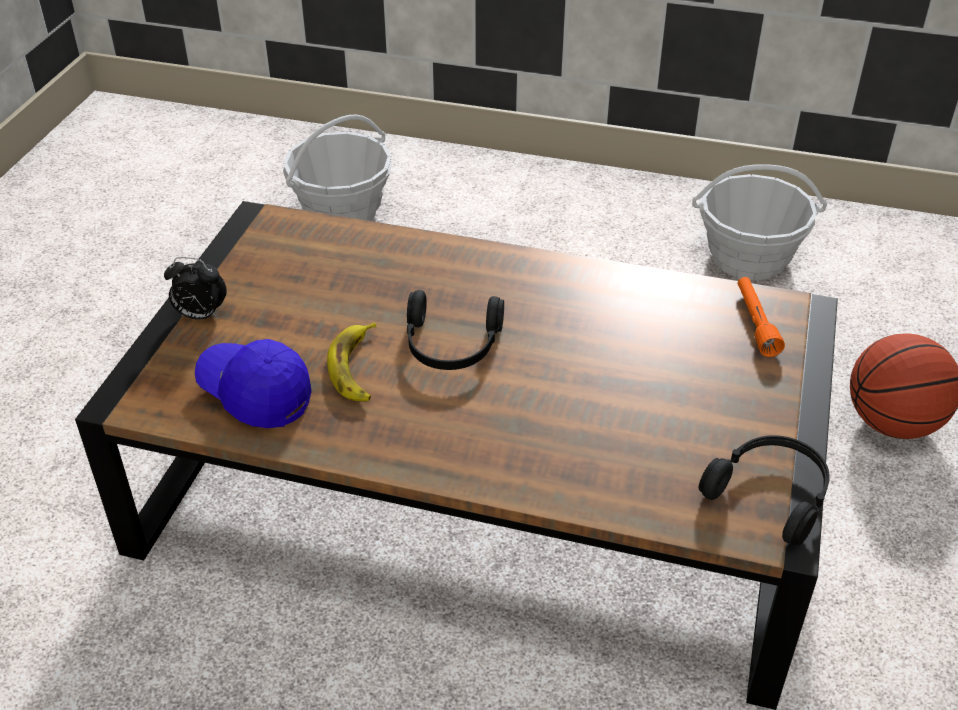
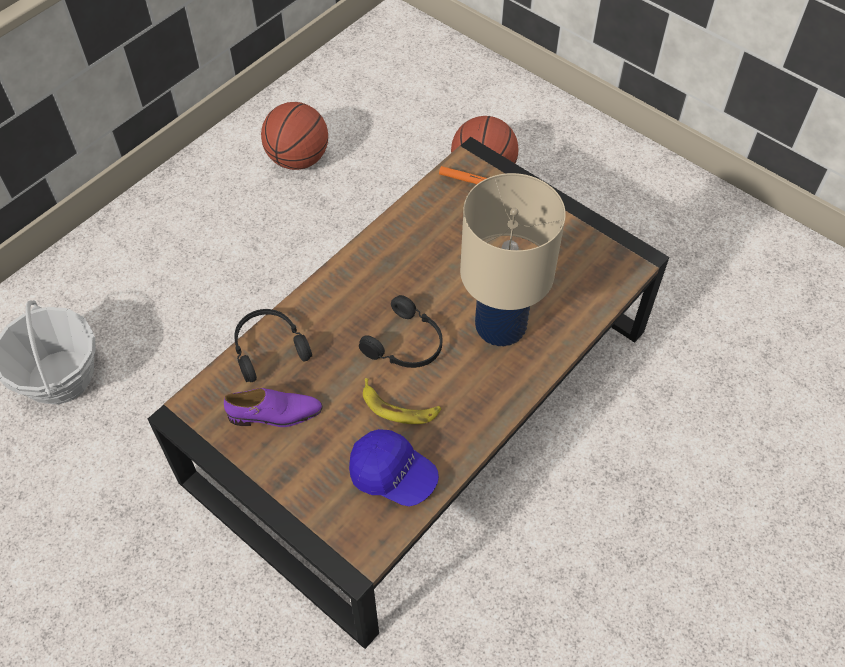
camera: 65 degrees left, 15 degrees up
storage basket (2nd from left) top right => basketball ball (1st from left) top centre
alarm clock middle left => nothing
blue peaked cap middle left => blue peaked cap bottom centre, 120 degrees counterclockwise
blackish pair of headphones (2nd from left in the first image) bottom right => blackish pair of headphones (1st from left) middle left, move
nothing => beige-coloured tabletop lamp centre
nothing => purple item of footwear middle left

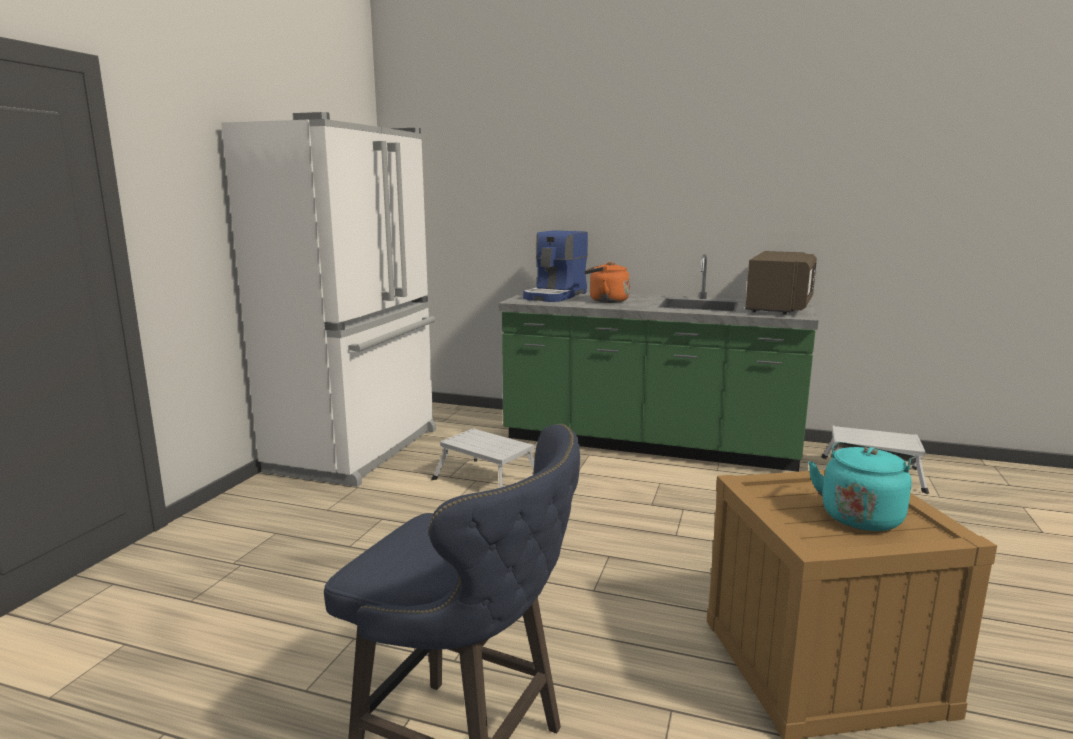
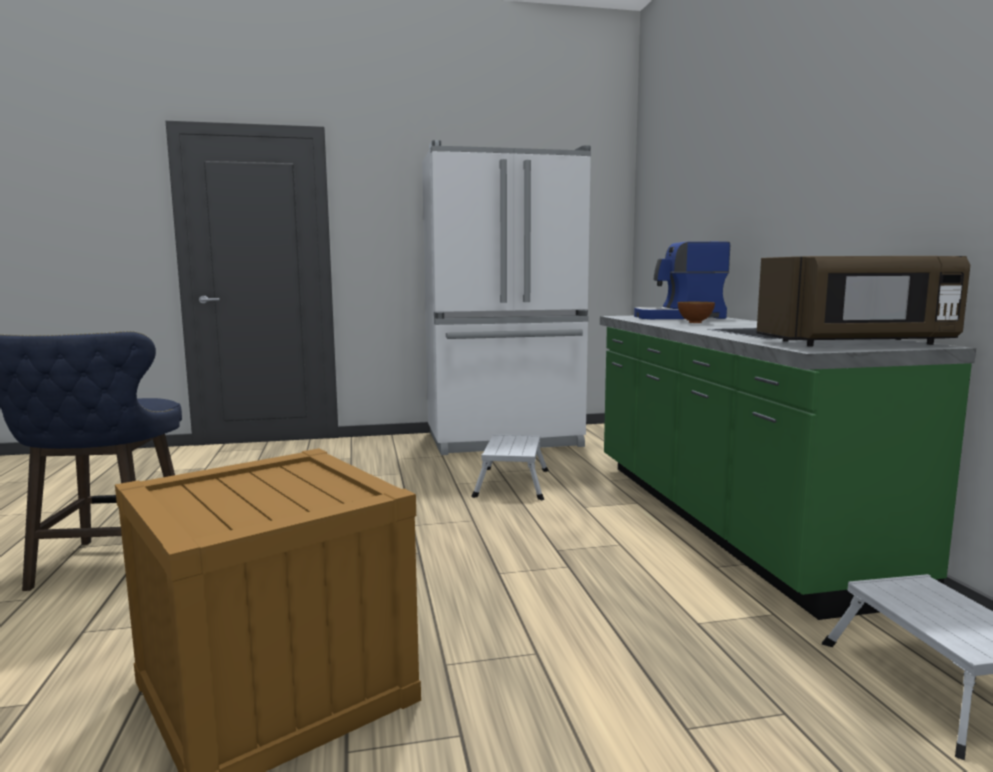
camera: 60 degrees right, 5 degrees down
orange-coloured water kettle centre => deep dish middle right
turquoise-coloured water kettle middle right => nothing

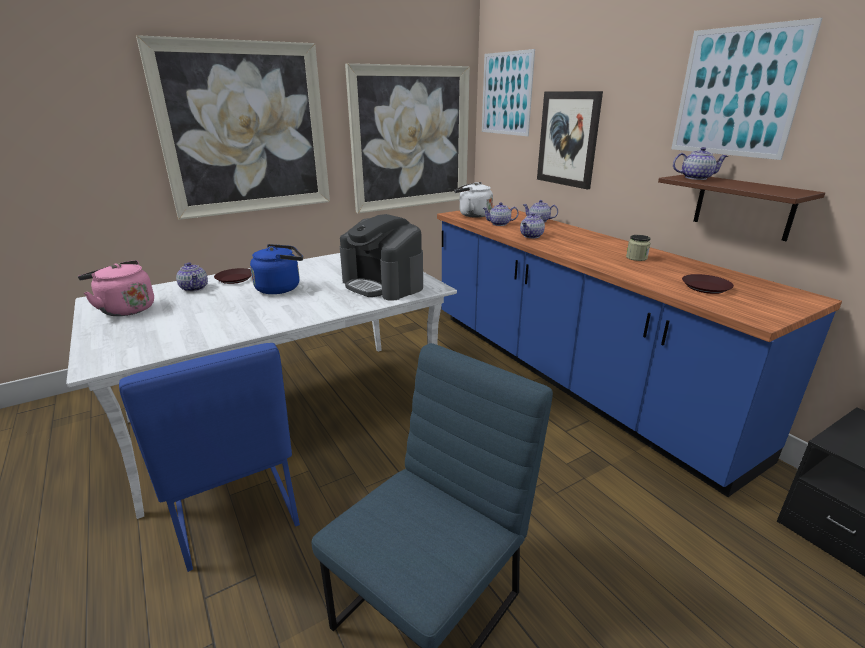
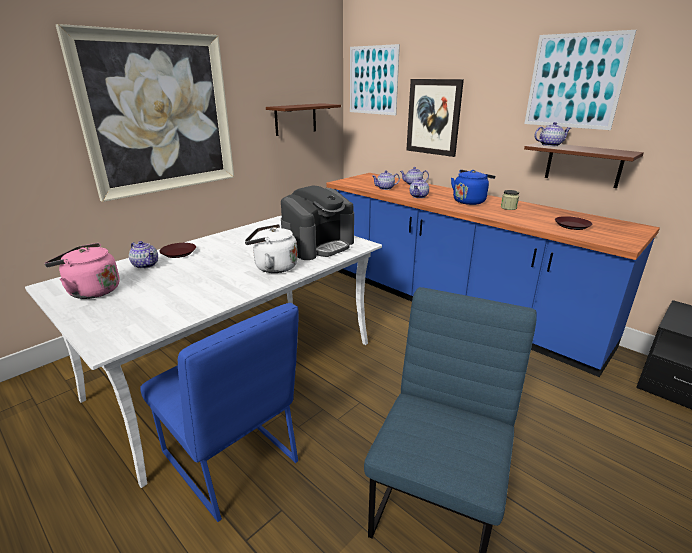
camera: 15 degrees left, 0 degrees up
wall art (2nd from left) top centre => brown-coloured wall shelf (1st from left) top centre
white water kettle top centre => white water kettle centre, move
coffee maker centre, 75 degrees counterclockwise
blue water kettle middle left => blue water kettle middle right, move

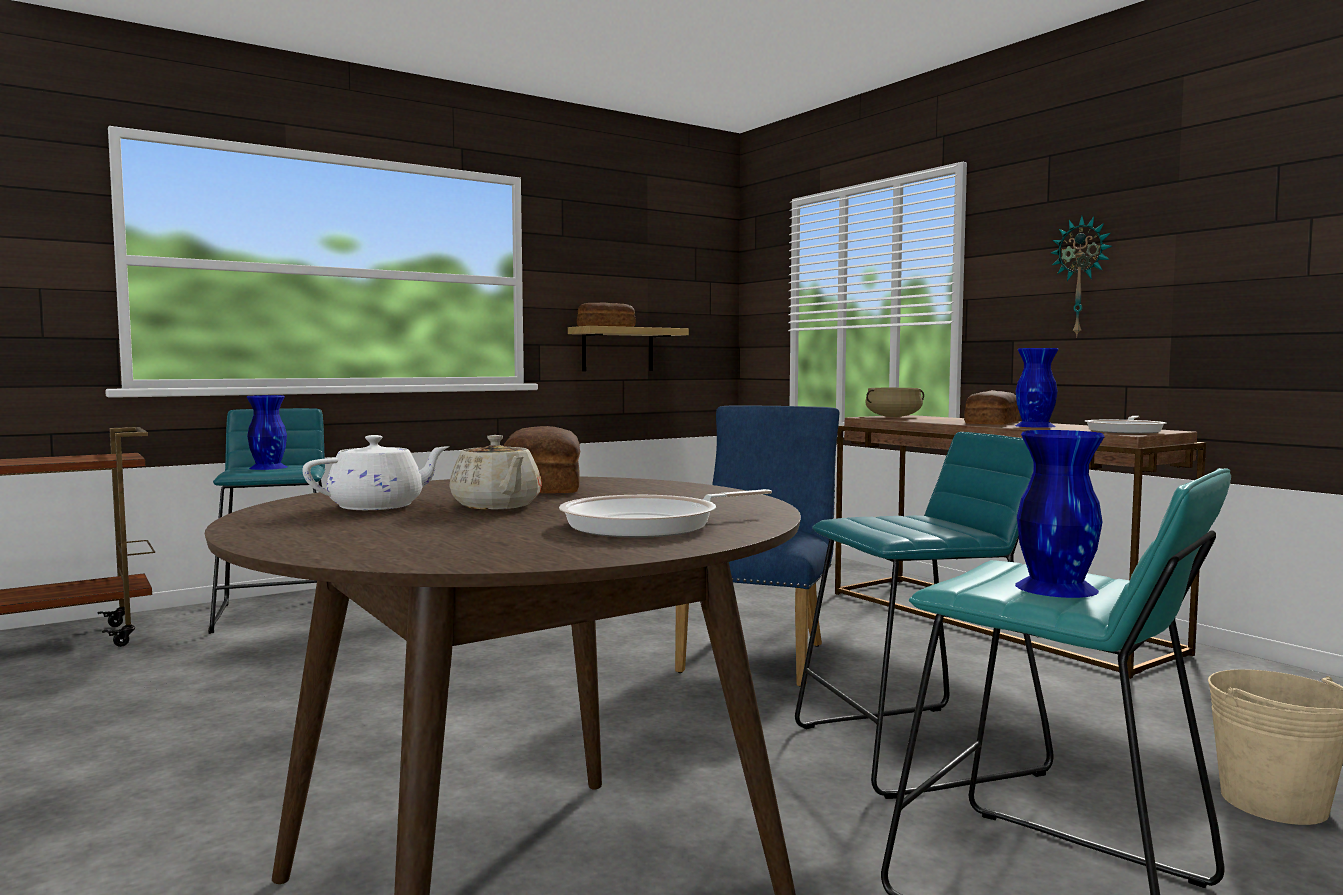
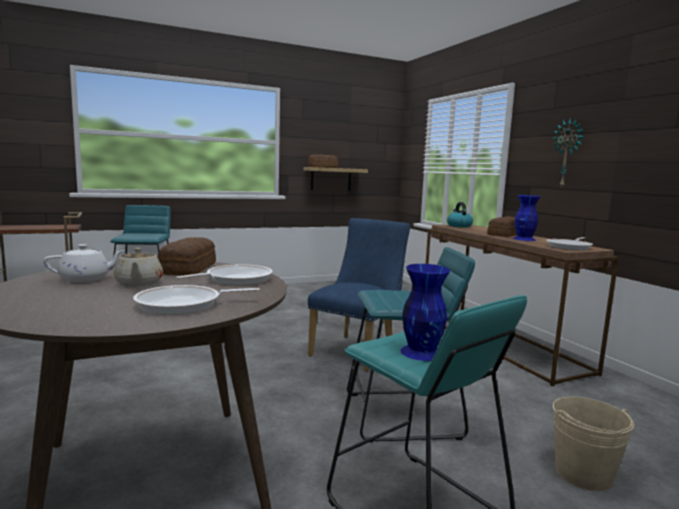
camera: 10 degrees right, 5 degrees up
beige-coloured stockpot centre => water kettle middle right
blue flower vase (1st from left) middle left => nothing
nothing => skillet (2nd from left) middle left

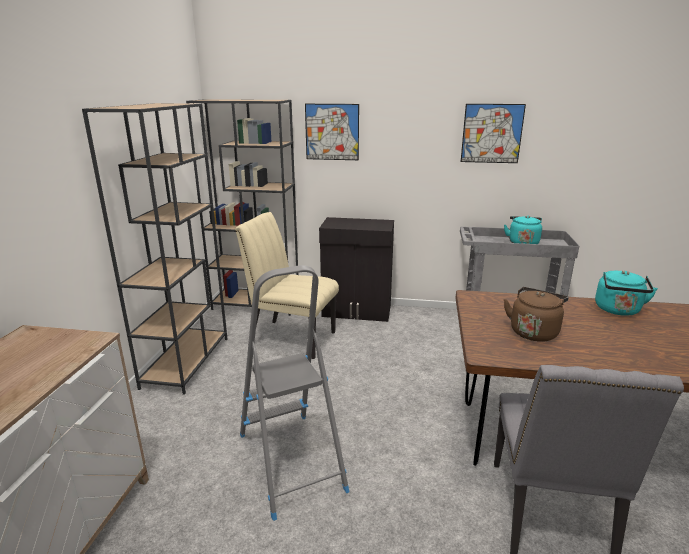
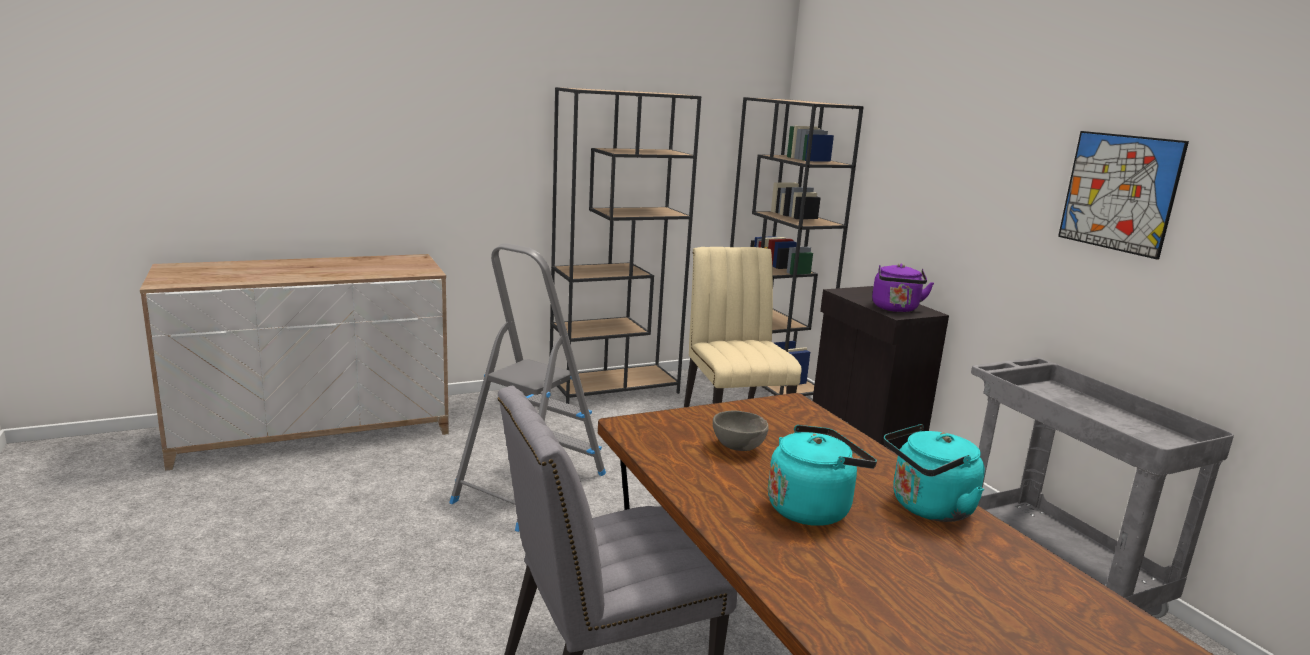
camera: 55 degrees right, 5 degrees down
wall art (1st from left) top centre => nothing
turquoise-coloured water kettle (1st from left) middle right => turquoise-coloured water kettle (1st from left) bottom centre, move
brown-coloured water kettle middle right => gray deep dish centre
nothing => purple water kettle middle right

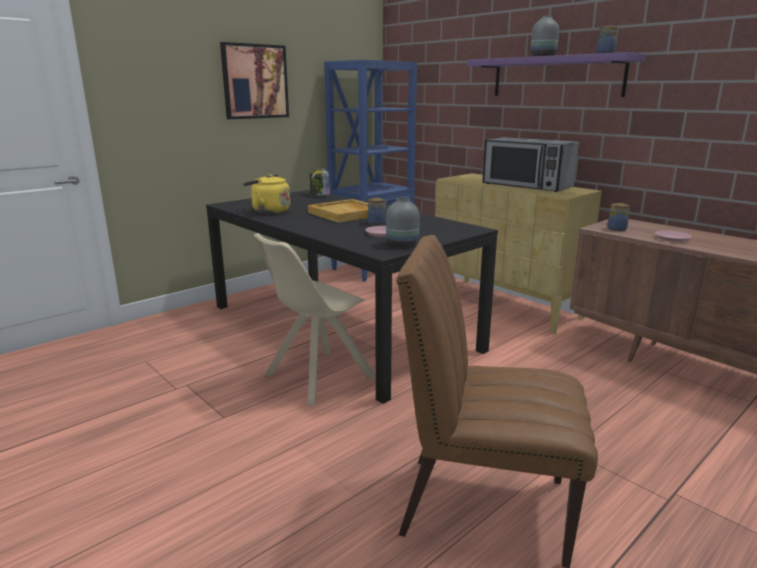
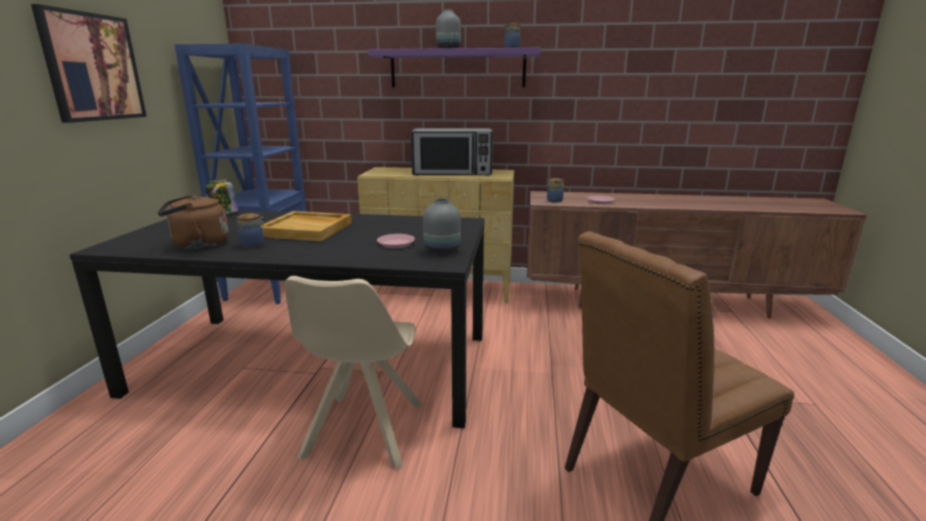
camera: 40 degrees left, 0 degrees up
yellowish water kettle centre => brown-coloured water kettle middle left
storage jar (2nd from left) centre => storage jar (2nd from left) middle left, move

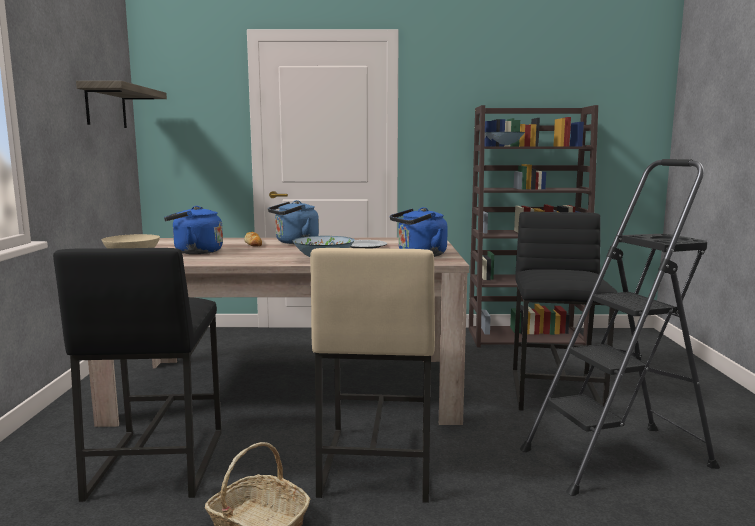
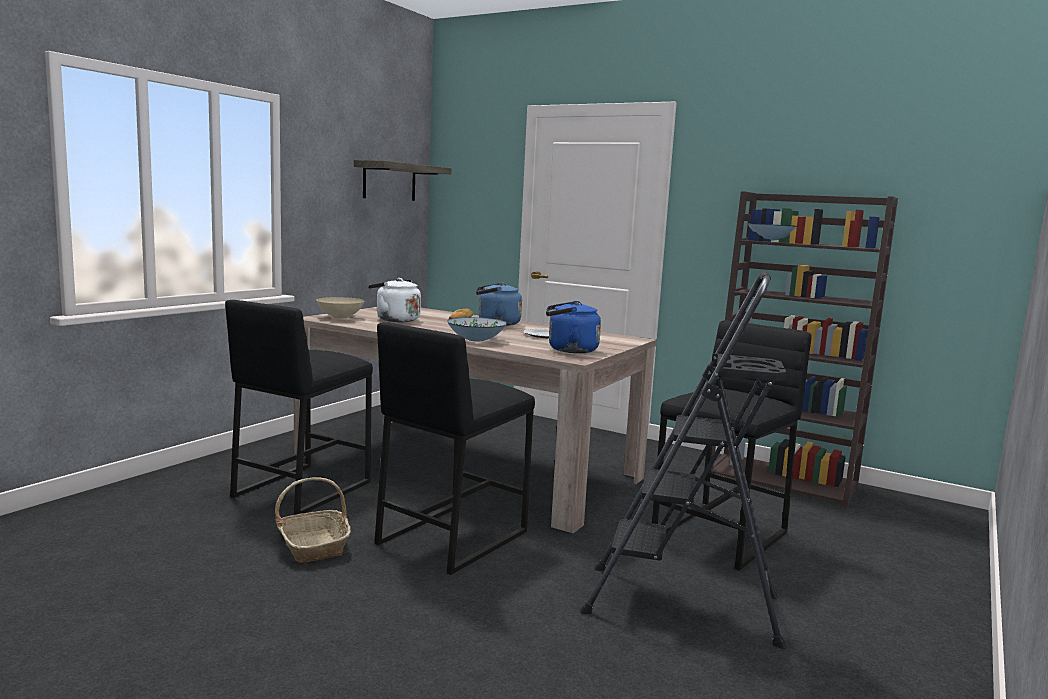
camera: 30 degrees right, 0 degrees up
blue water kettle (1st from left) middle left => white water kettle centre
beige-coloured stool seat bottom centre => blackish stool seat (2nd from left) centre

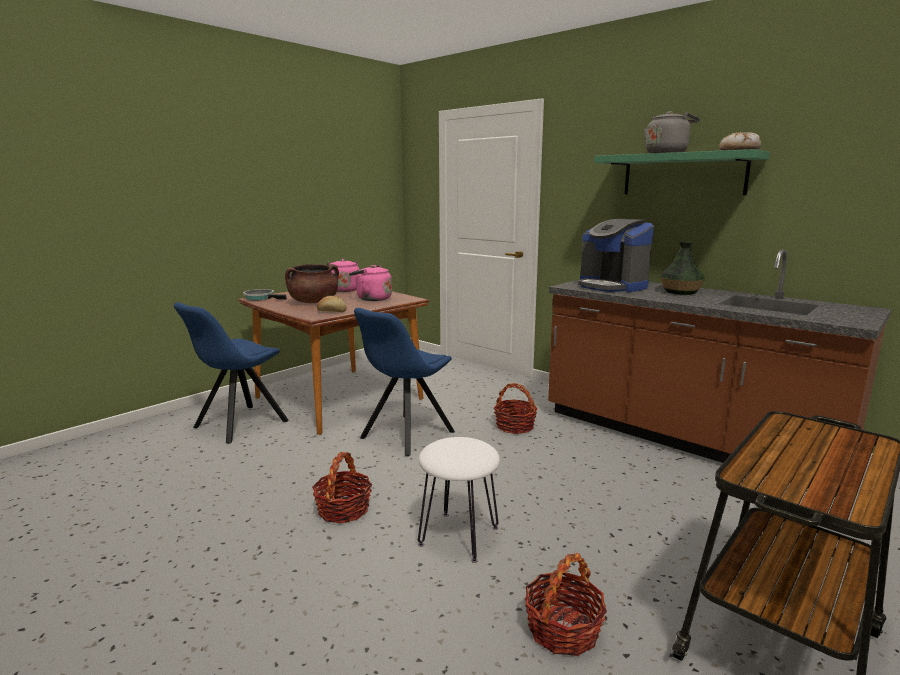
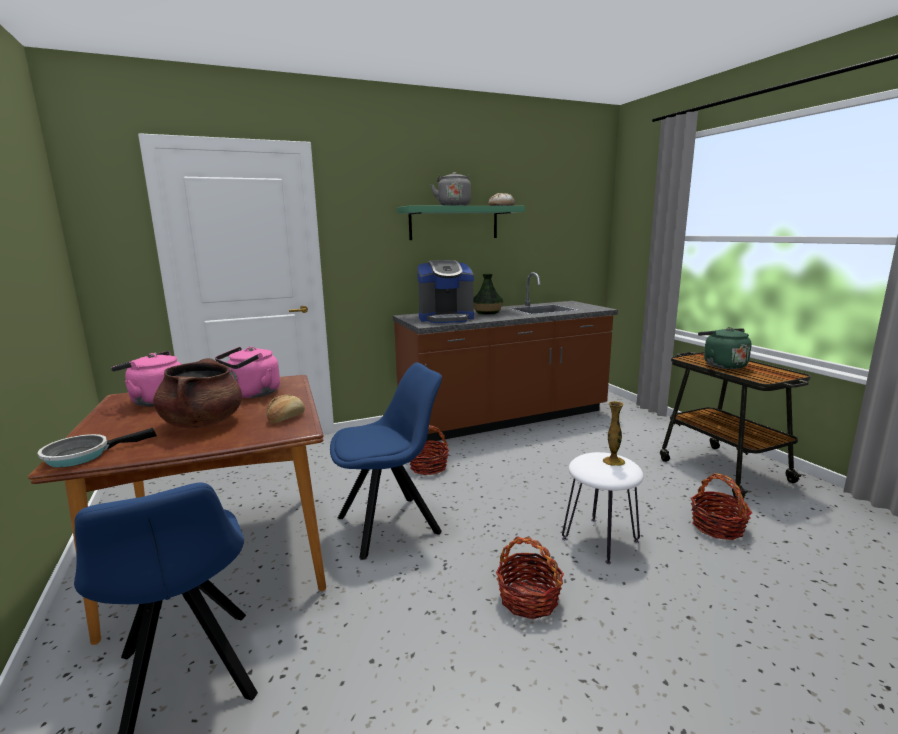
camera: 65 degrees left, 0 degrees up
blue plain chair (2nd from left) centre, 90 degrees counterclockwise
nothing => green water kettle middle right
nothing => flower vase (2nd from left) middle right

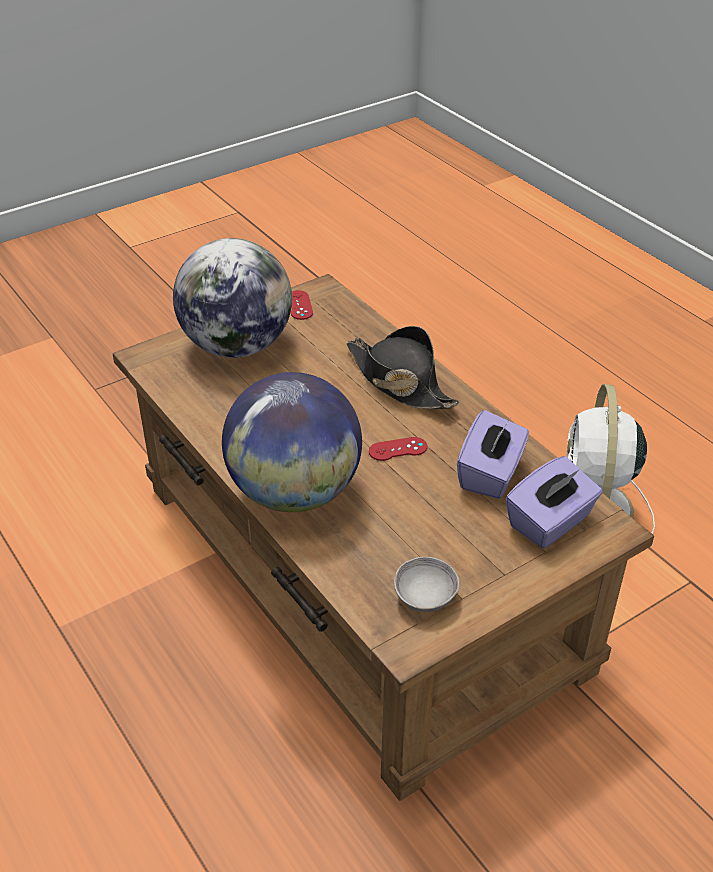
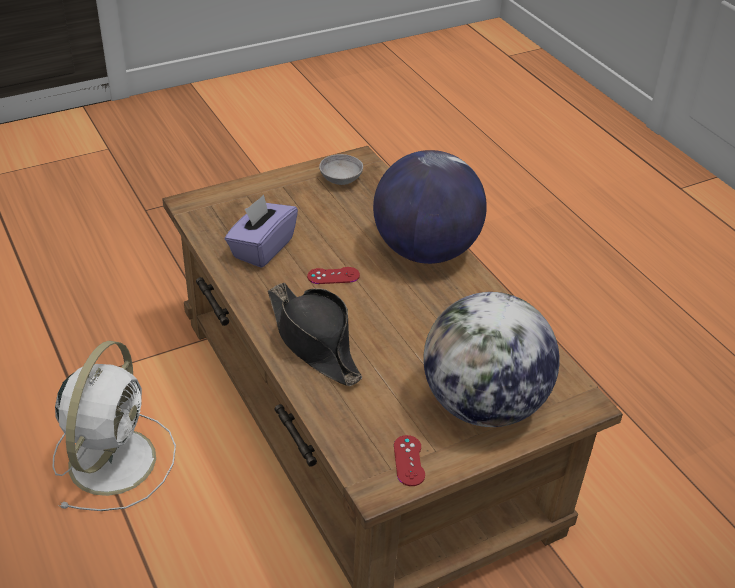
camera: 175 degrees left, 0 degrees up
purple tissue holder (2nd from left) middle right => nothing

